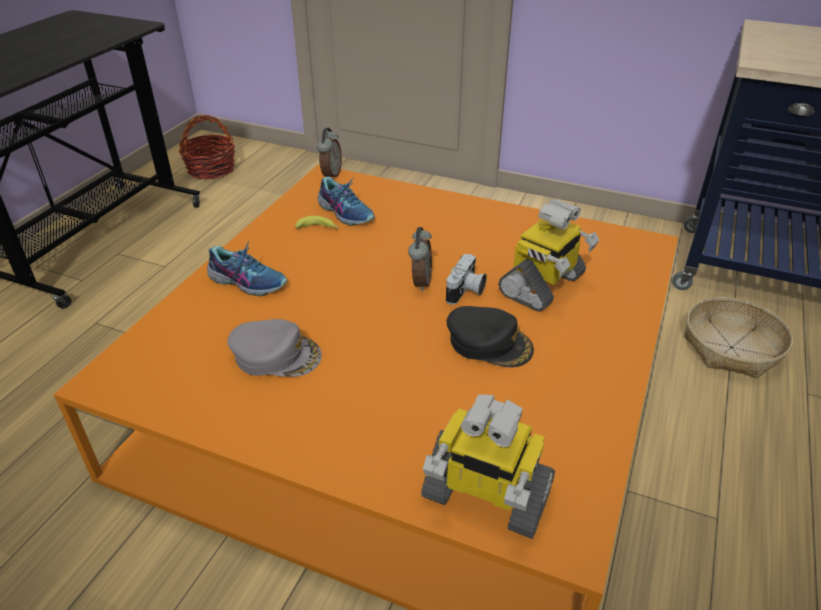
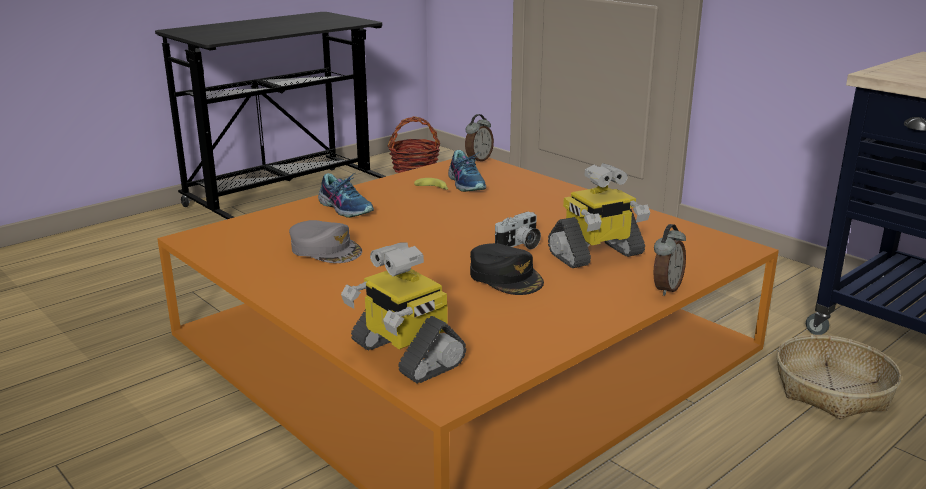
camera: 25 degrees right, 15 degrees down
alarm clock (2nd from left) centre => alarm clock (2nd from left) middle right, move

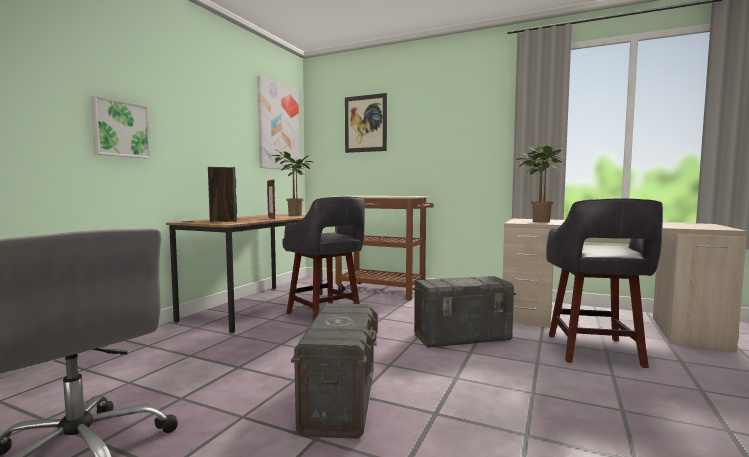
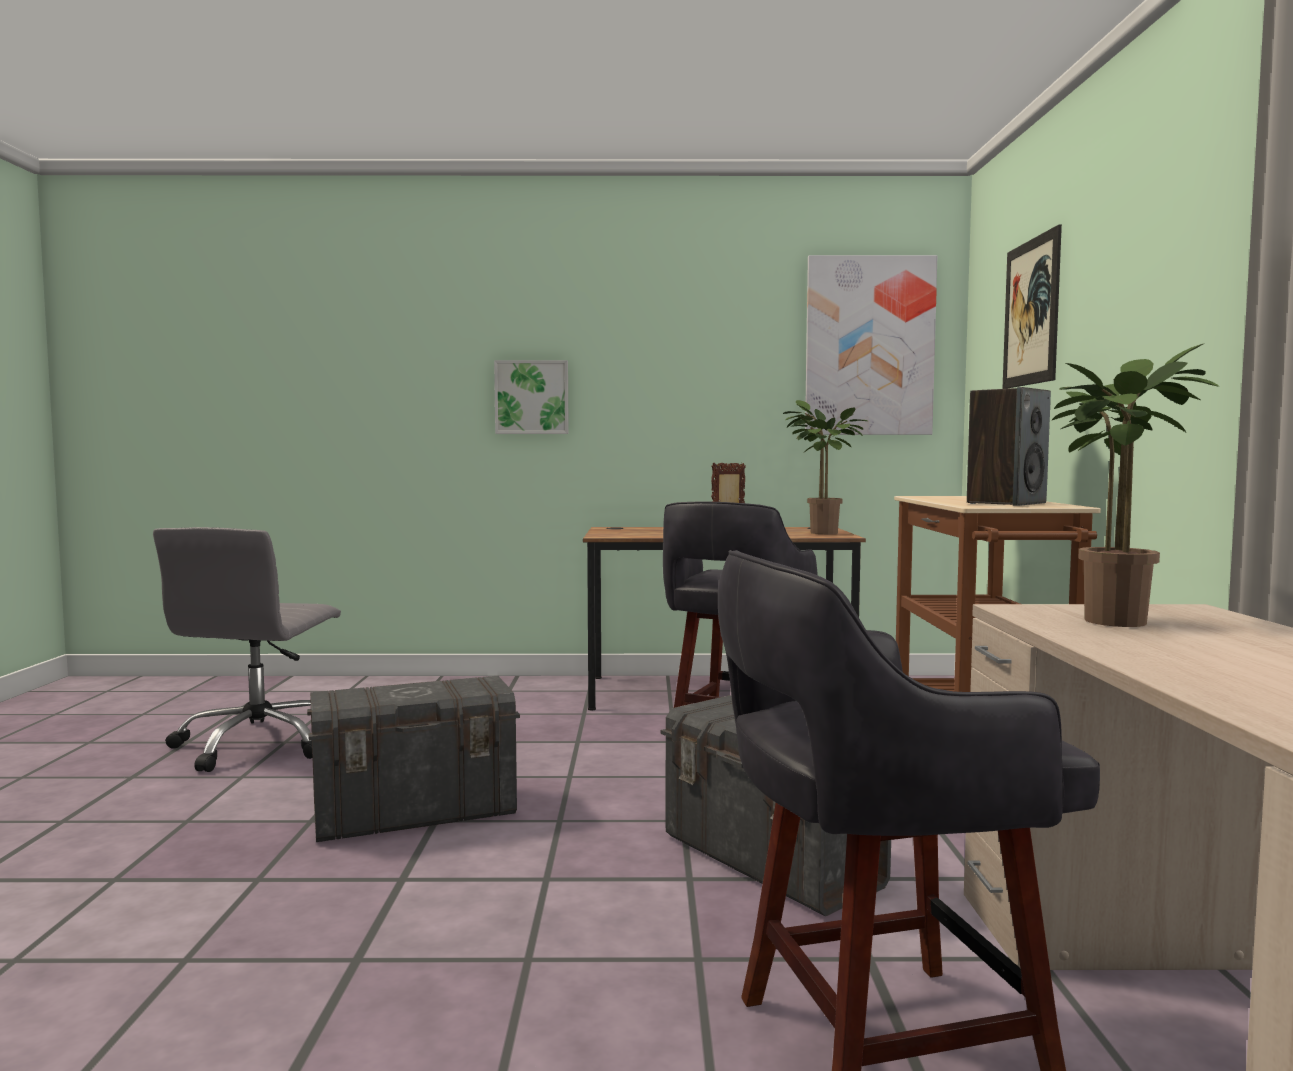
camera: 65 degrees right, 0 degrees up
audio speaker middle left => audio speaker middle right, move

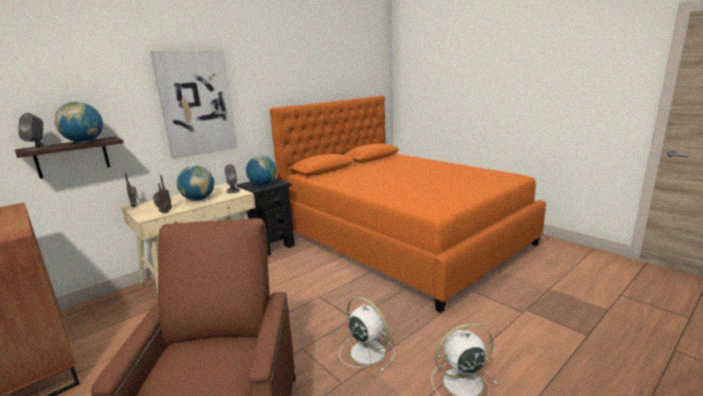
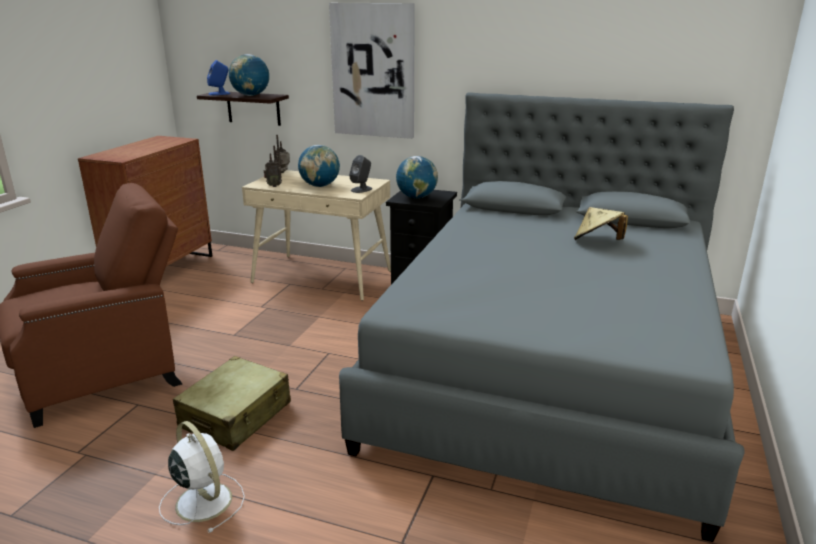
camera: 60 degrees right, 5 degrees up
orange-coloured sleeping bed centre => gray sleeping bed centre
gray audio speaker (1st from left) middle left => blue audio speaker top left
white fan (1st from left) bottom centre => beige-coloured travel case bottom left
nothing => beige-coloured clothing hat middle right

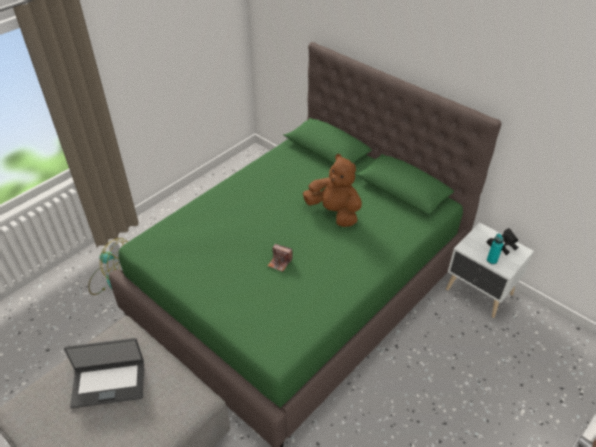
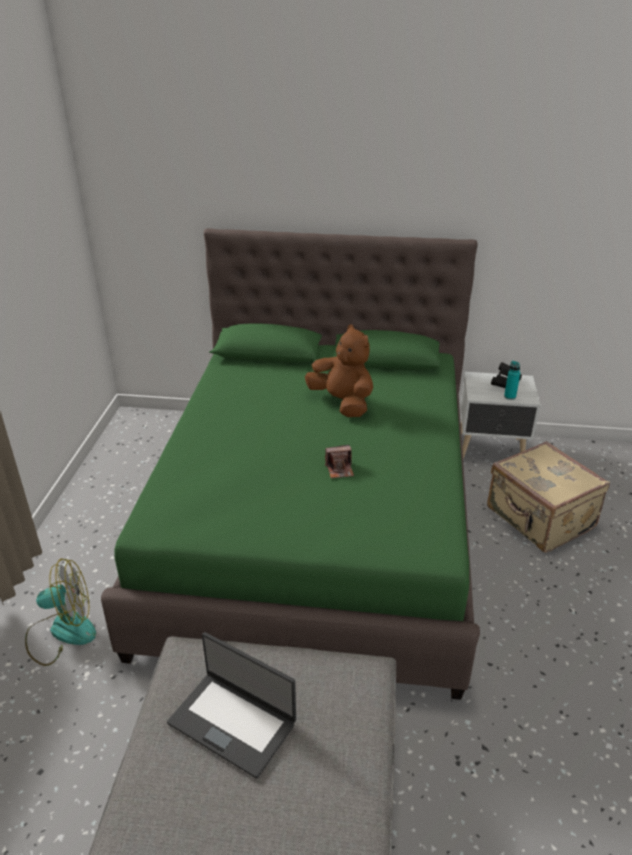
camera: 35 degrees left, 10 degrees down
brown-coloured plush toy centre, 45 degrees clockwise
notebook computer bottom left => notebook computer bottom centre, 75 degrees clockwise
nothing => beige-coloured travel case middle right

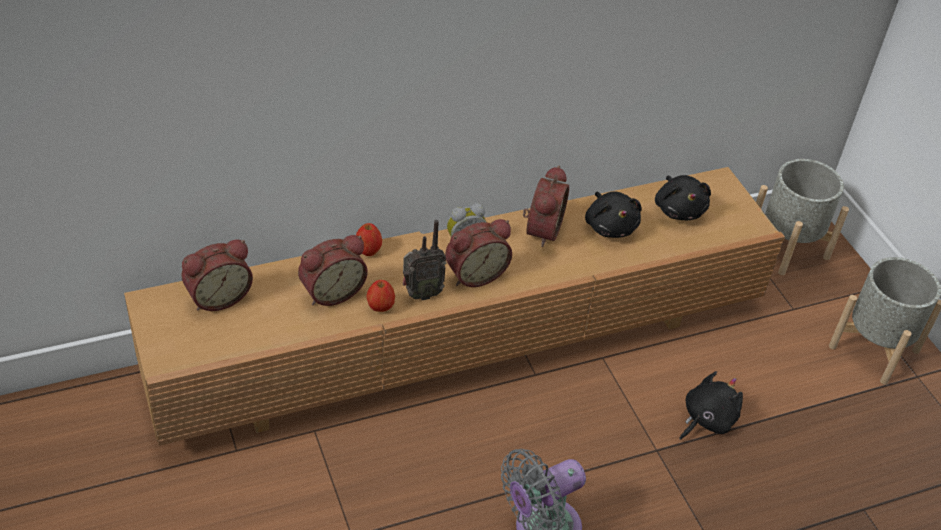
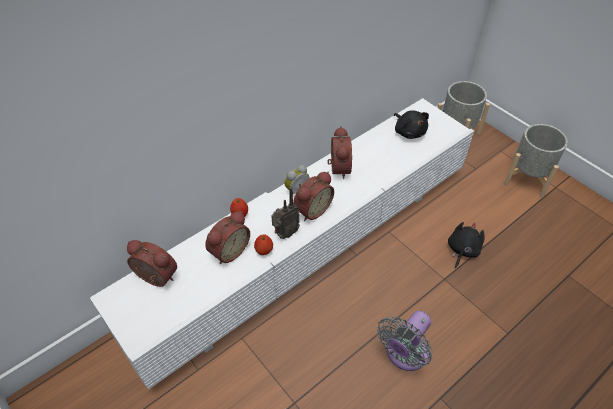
camera: 15 degrees left, 5 degrees up
brown-coloured tv unit centre => white tv unit centre
blackish plush toy (1st from left) centre => nothing
alarm clock (1st from left) middle left, 105 degrees counterclockwise

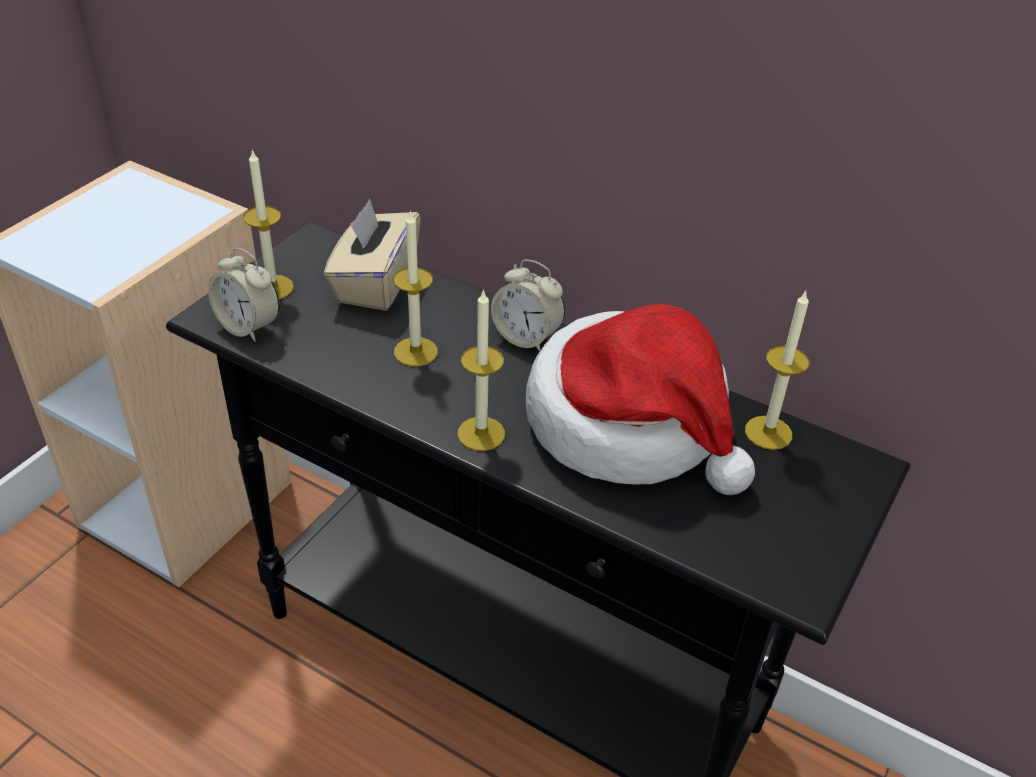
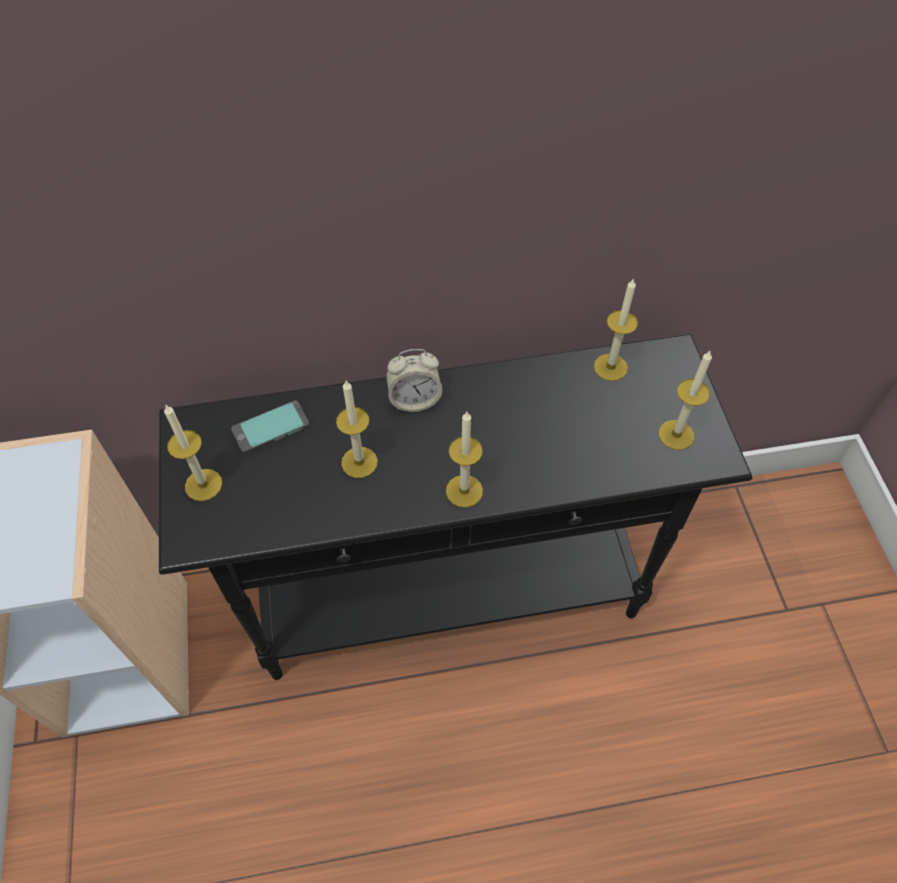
camera: 40 degrees left, 15 degrees up
beige-coloured tissue holder top centre => handset middle left
alarm clock (1st from left) middle left => nothing
clothing hat centre => nothing
nothing => candle (5th from left) middle right

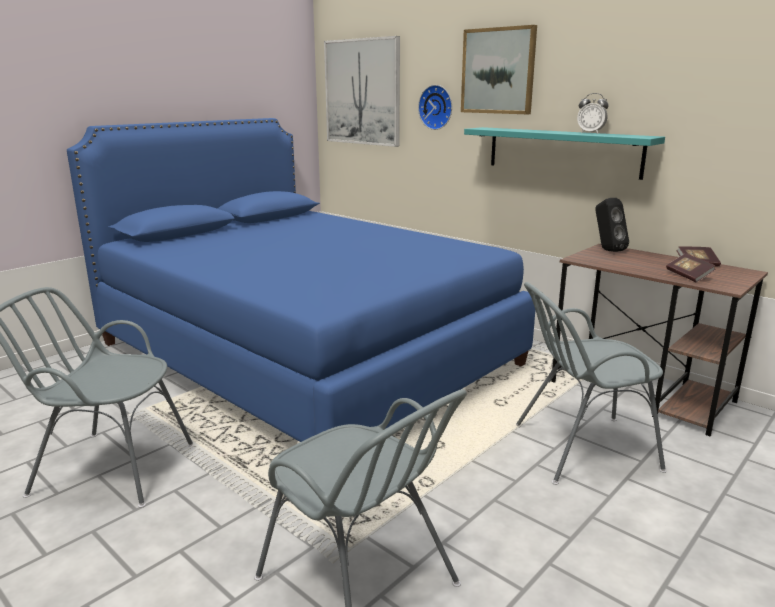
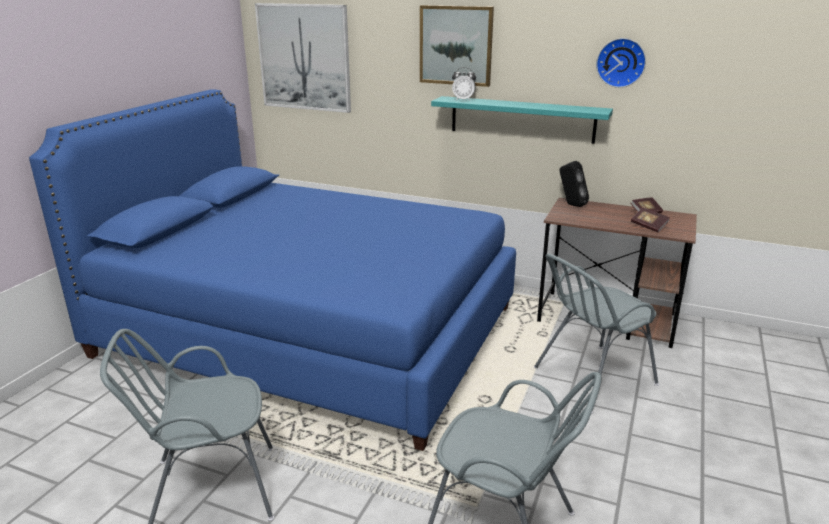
camera: 20 degrees left, 5 degrees up
clock on the wall top centre => clock on the wall top right, move
alarm clock top right => alarm clock top centre, move

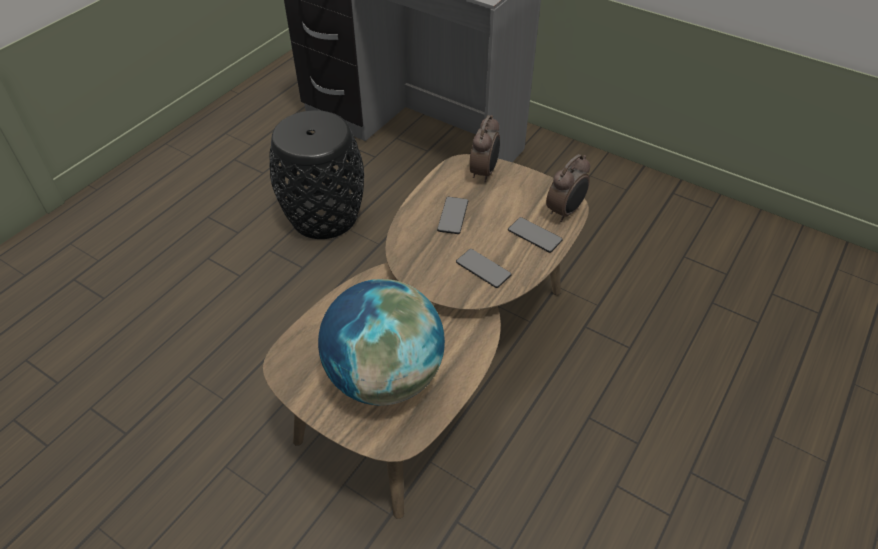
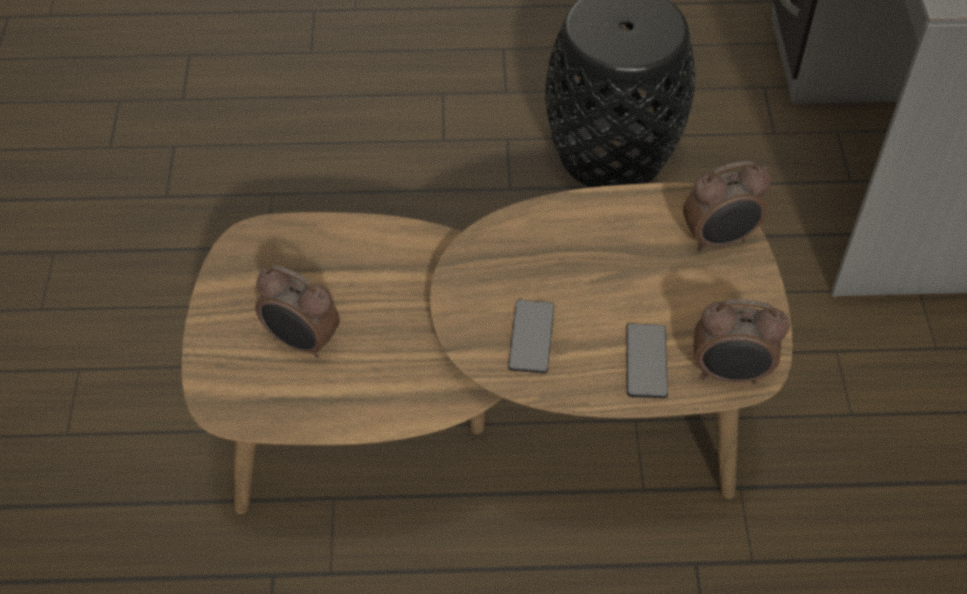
camera: 55 degrees right, 5 degrees up
handset (1st from left) centre => nothing
world globe centre => alarm clock (1st from left) middle left

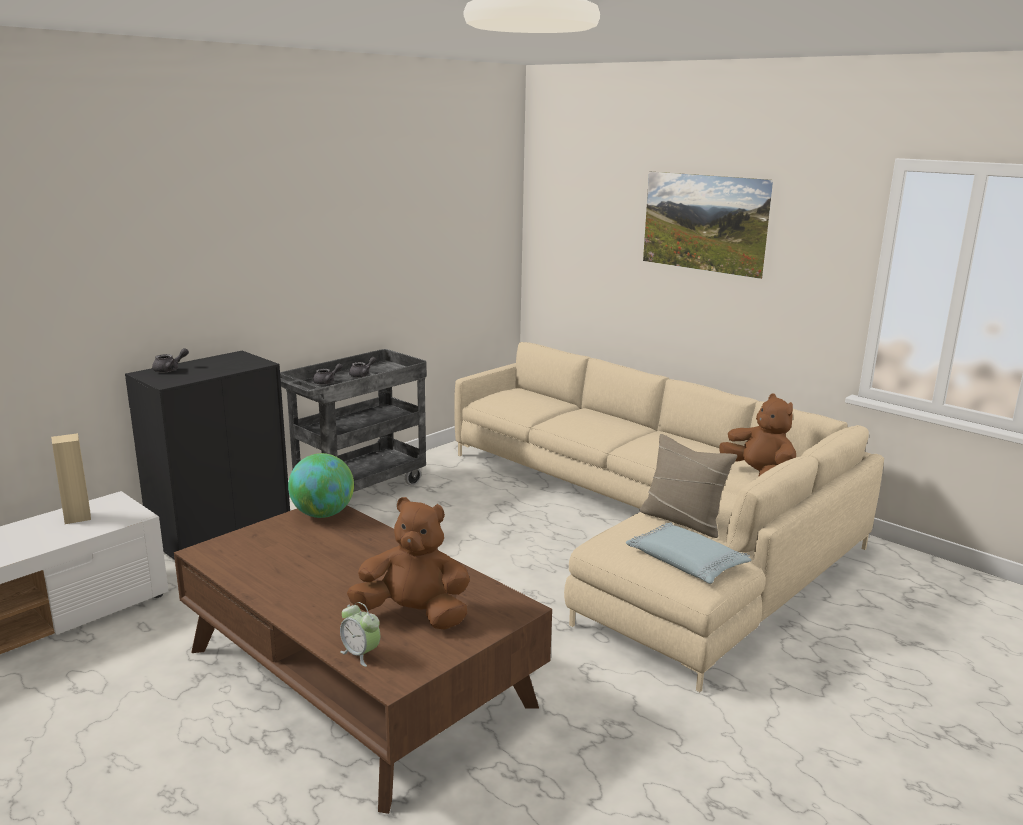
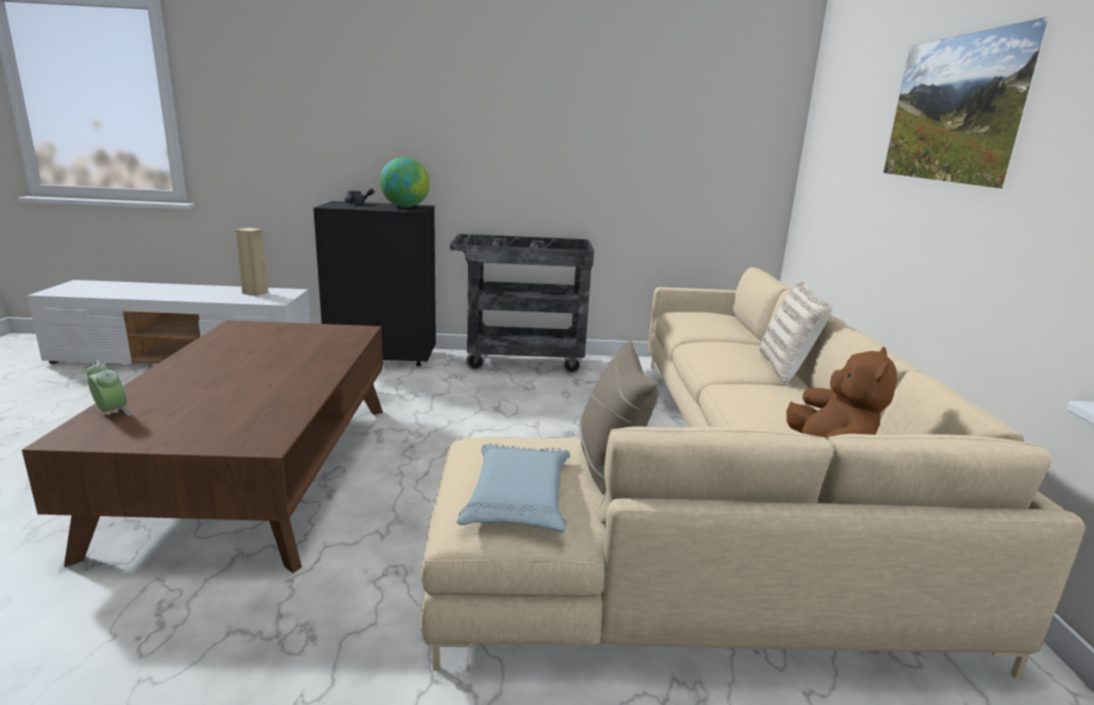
camera: 45 degrees right, 0 degrees up
world globe middle left => world globe top centre, move
brown-coloured plush toy (1st from left) bottom centre => nothing
alarm clock bottom centre => alarm clock middle left, 135 degrees clockwise
nothing => beige-coloured pillow (2nd from left) middle right

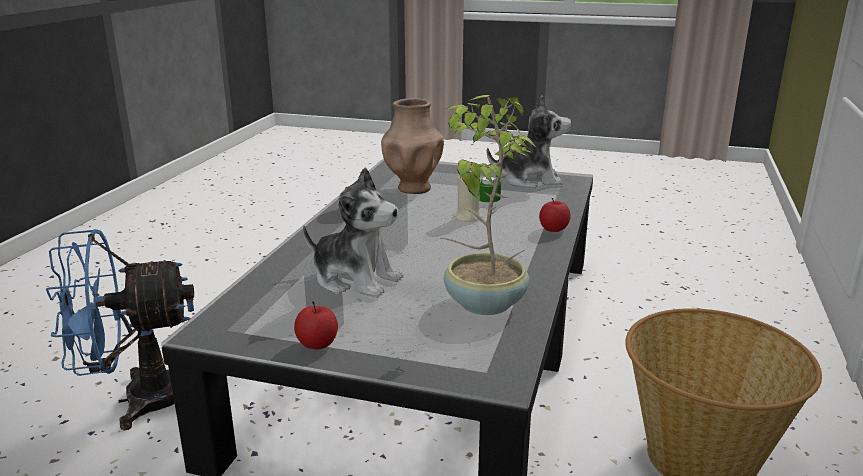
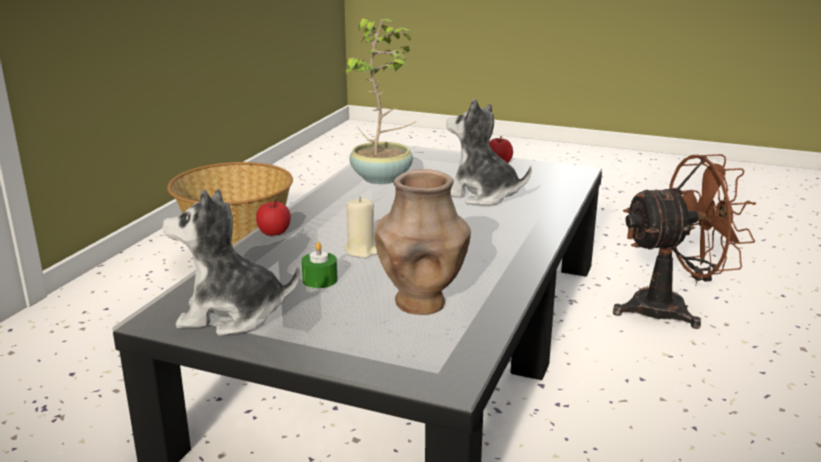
camera: 175 degrees left, 0 degrees up
blue fan bottom left => brown-coloured fan middle right

